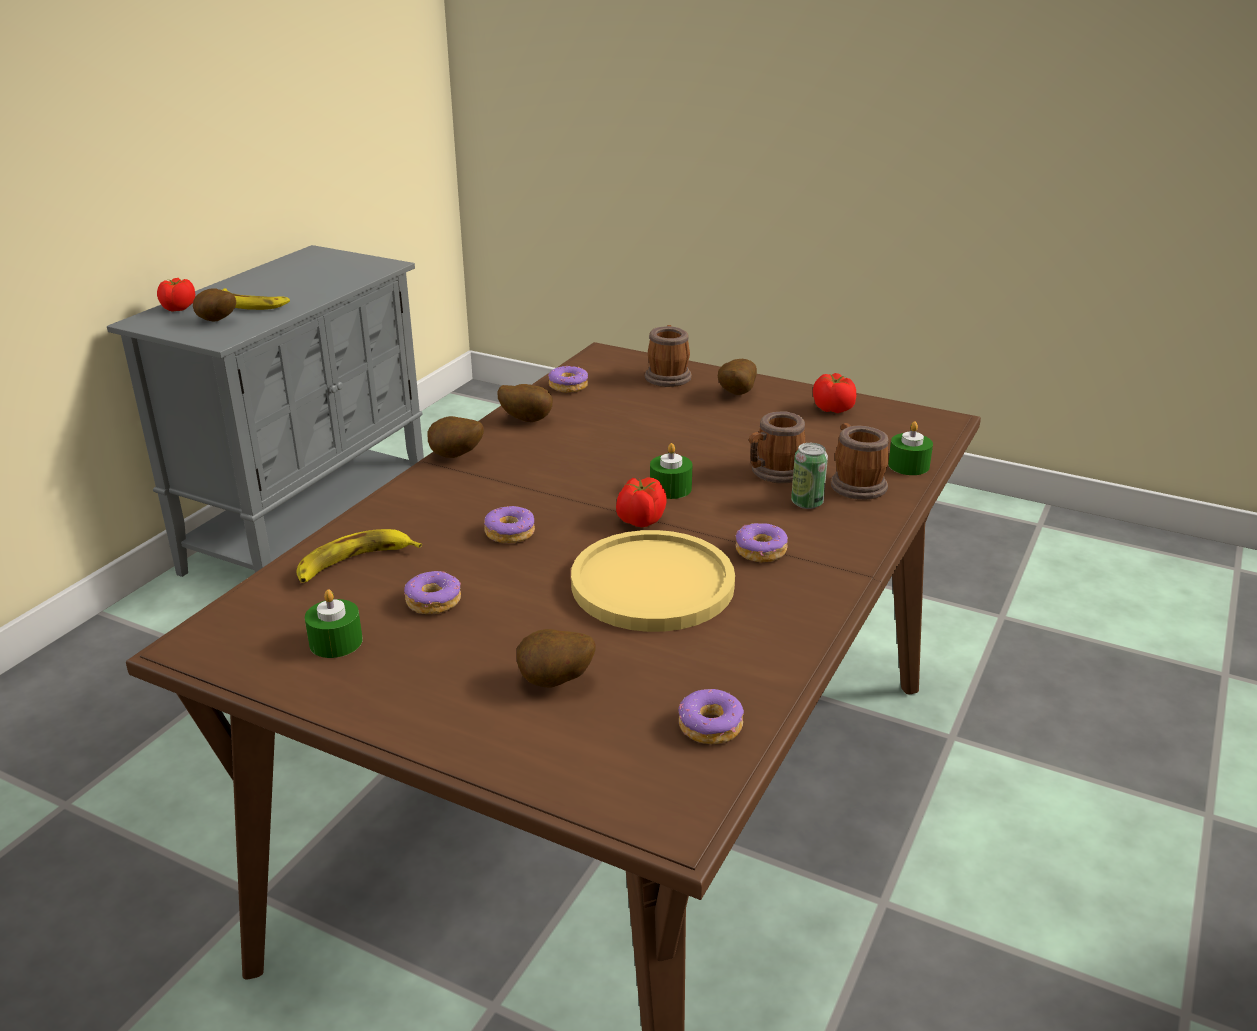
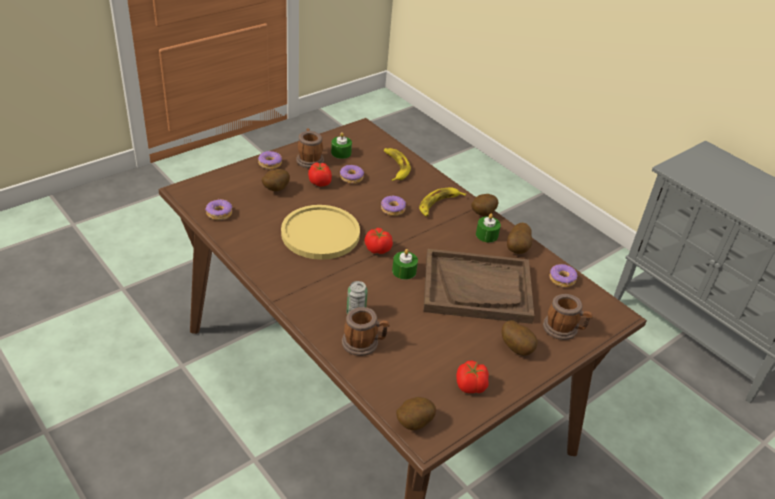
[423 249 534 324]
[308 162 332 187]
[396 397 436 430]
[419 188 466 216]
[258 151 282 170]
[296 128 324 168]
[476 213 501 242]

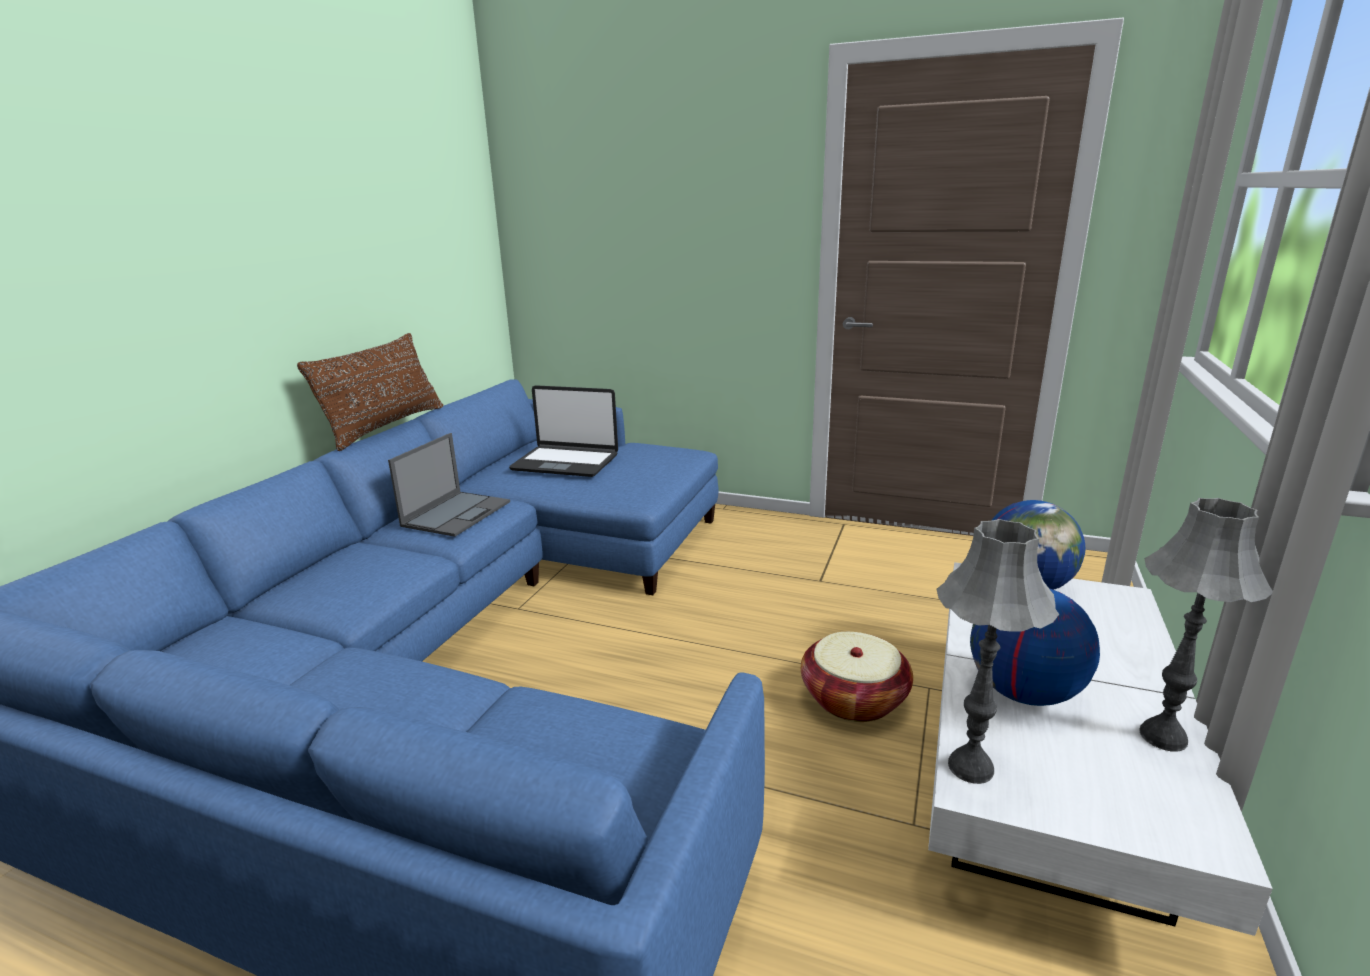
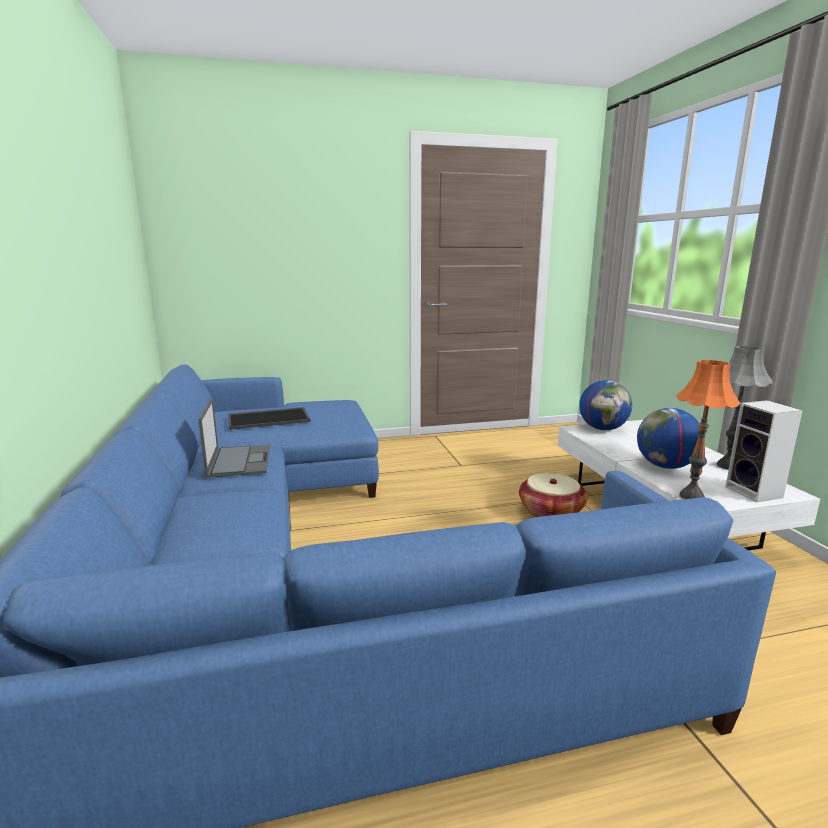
[297 333 443 451] (first image)
[726 400 803 502]
[228 407 310 430]
[676 360 741 499]

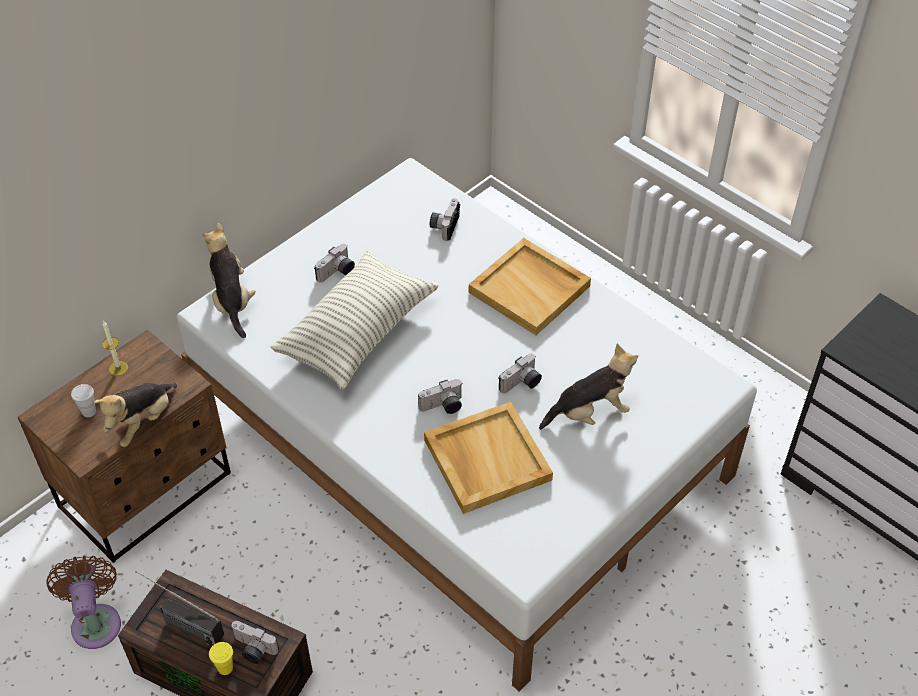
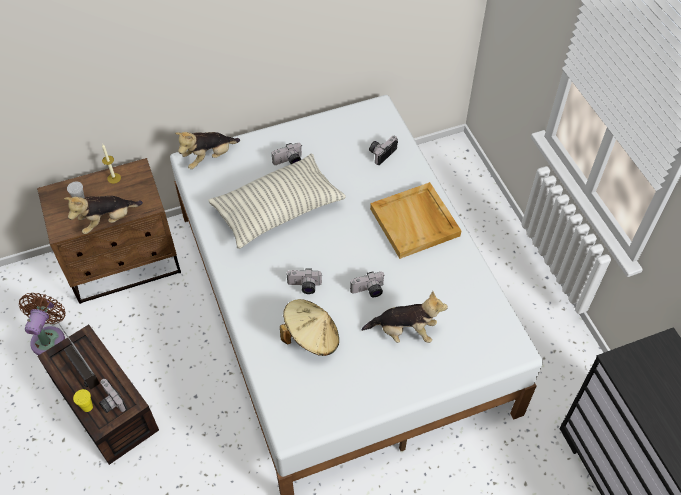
[280 299 339 356]
[175 132 240 169]

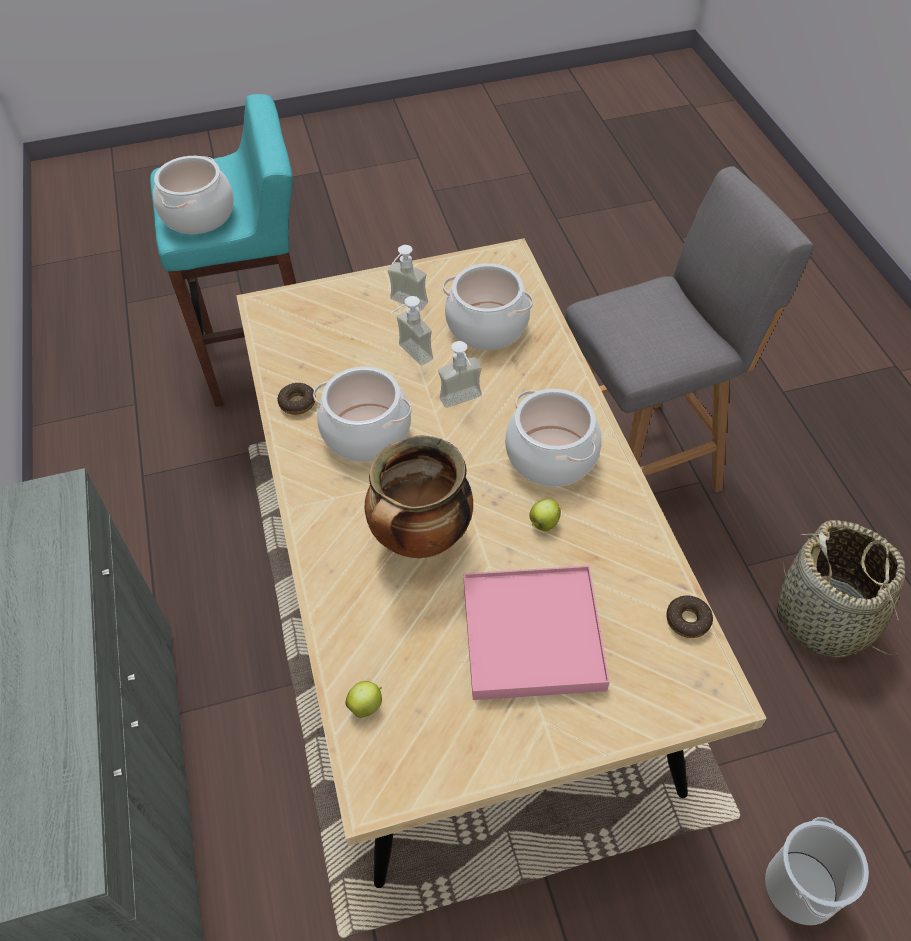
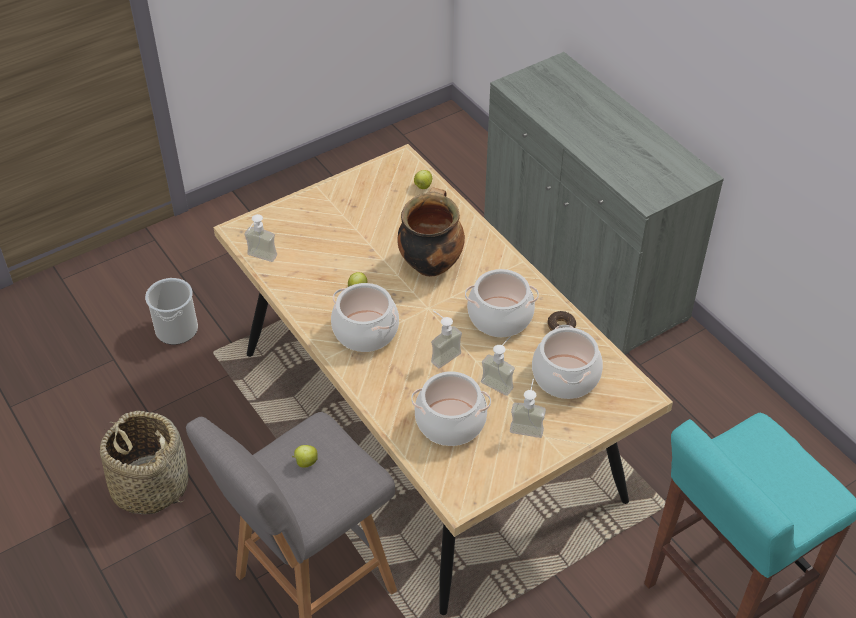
[464 566 610 700] (first image)
[292 445 318 468]
[532 325 603 399]
[244 214 277 262]

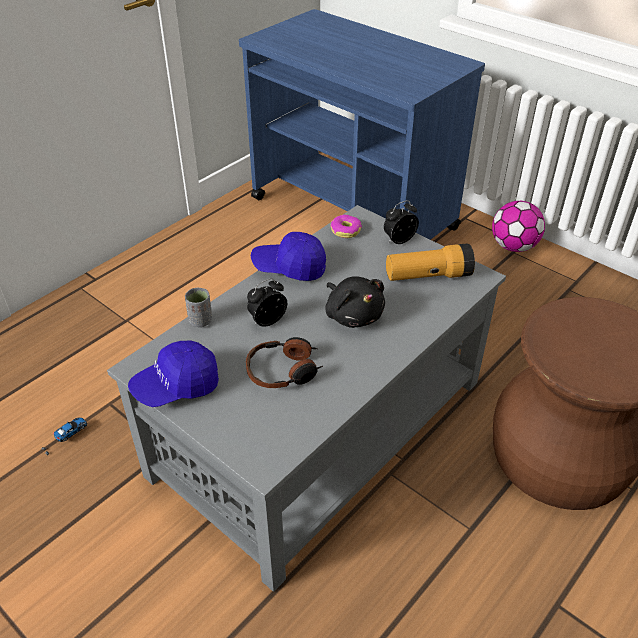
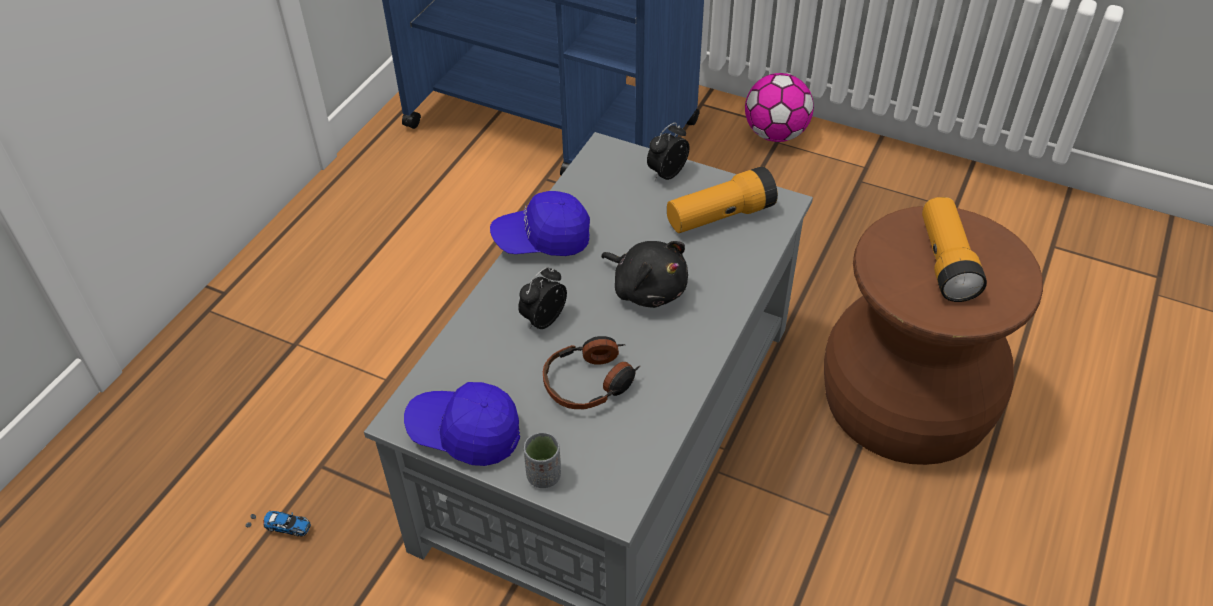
[330 215 362 238] (first image)
[922 197 987 302]
[524 432 561 488]
[245 511 311 536]
[404 382 520 466]

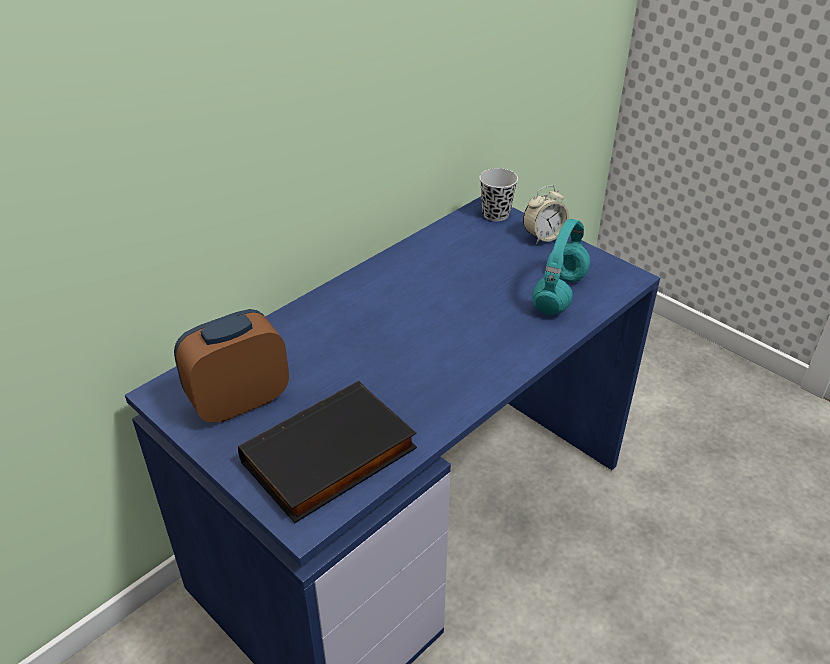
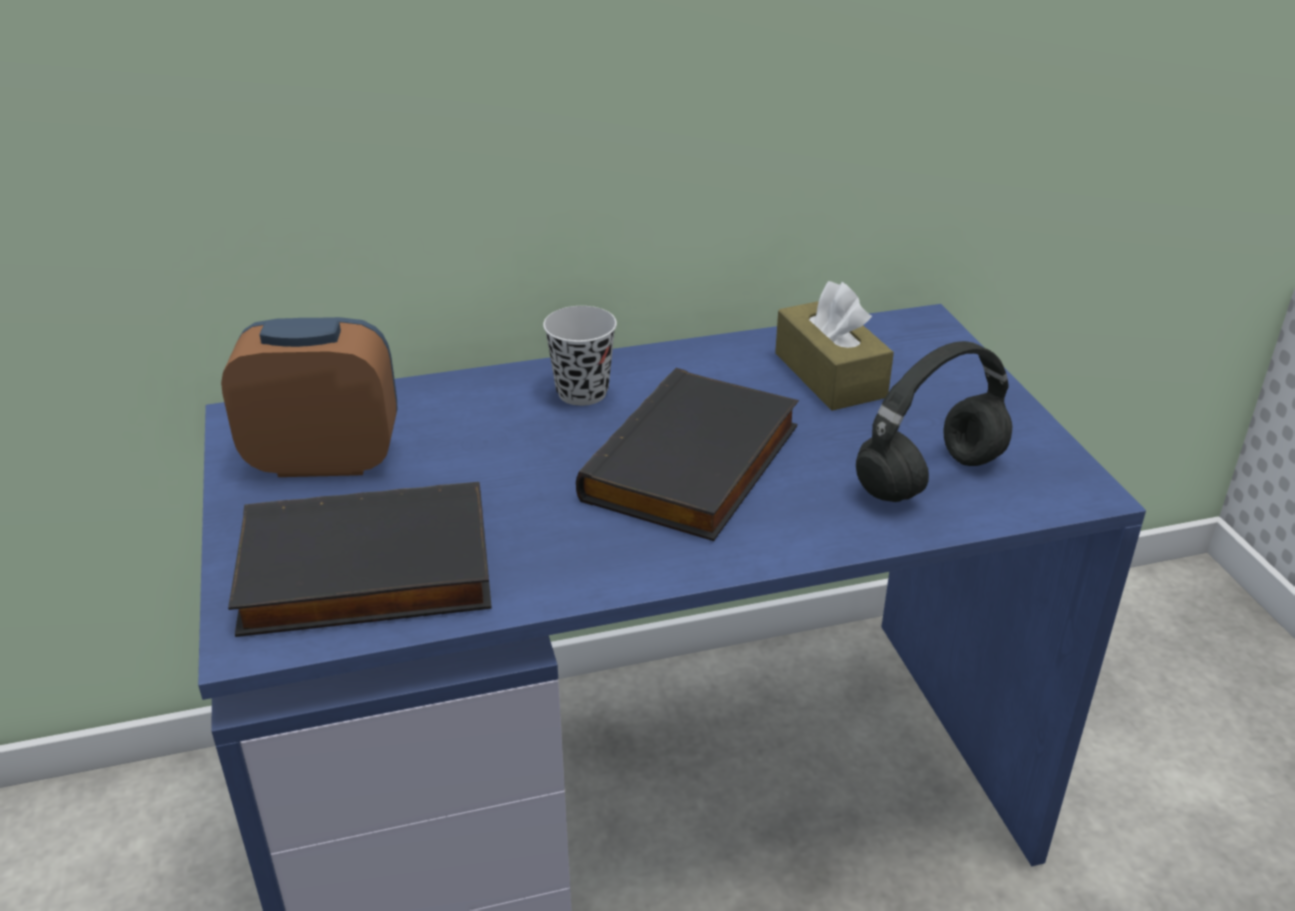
[523 185 569 244] (first image)
[576 368 799 541]
[775 281 894 411]
[543 306 617 406]
[856 341 1012 502]

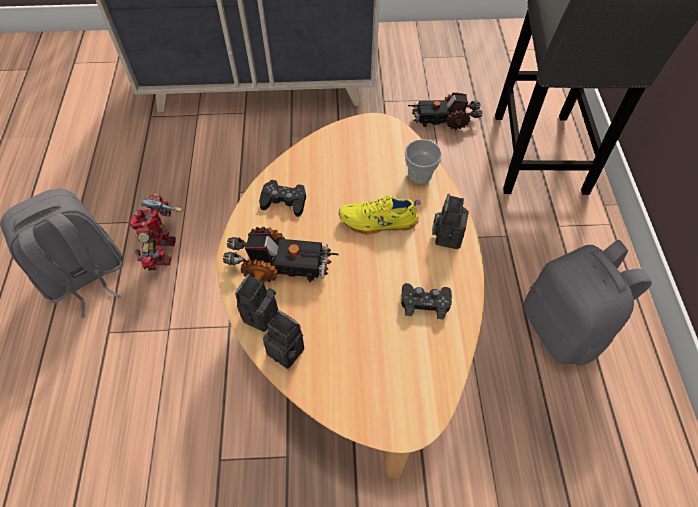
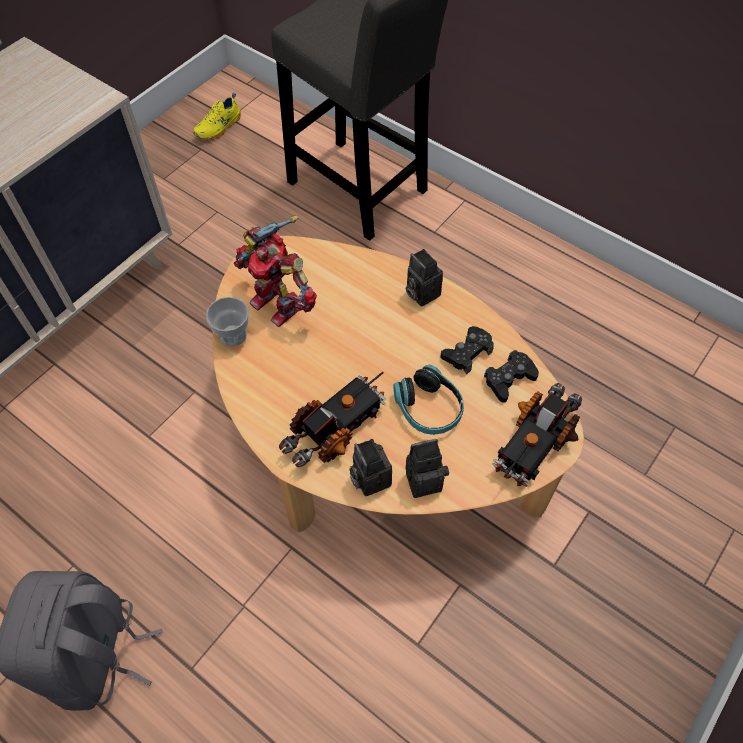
[523 240 652 366] (first image)
[394 365 464 435]
[234 215 317 327]
[484 350 539 403]
[193 93 241 140]
[206 297 249 347]
[492 383 582 487]

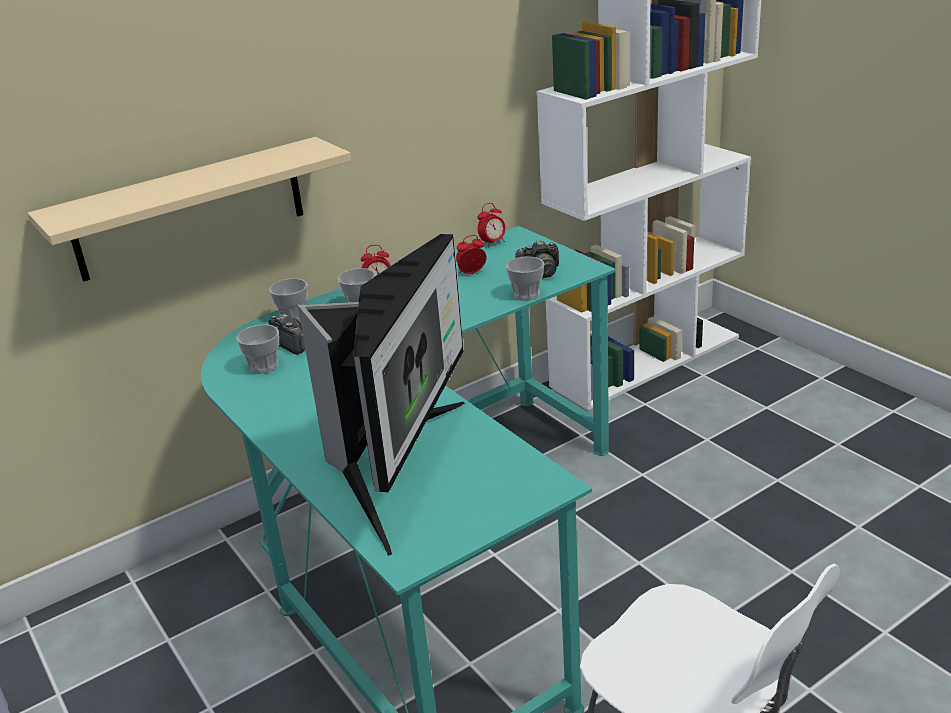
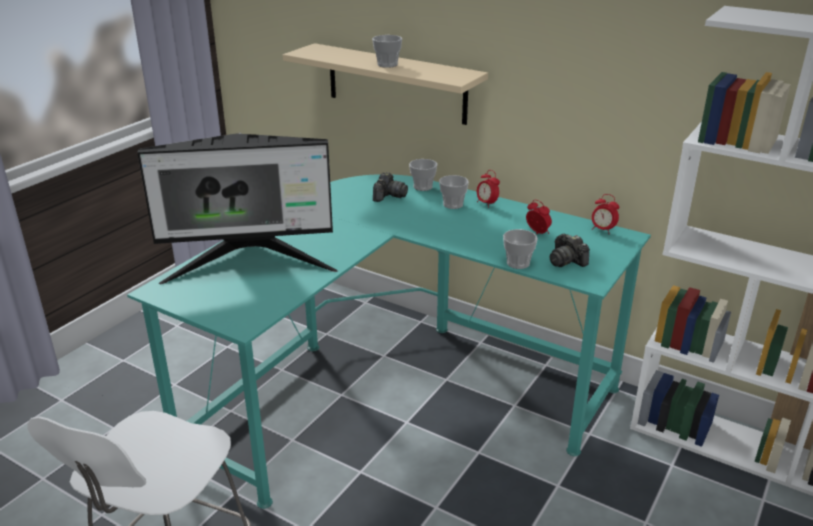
[372 35 402 68]

